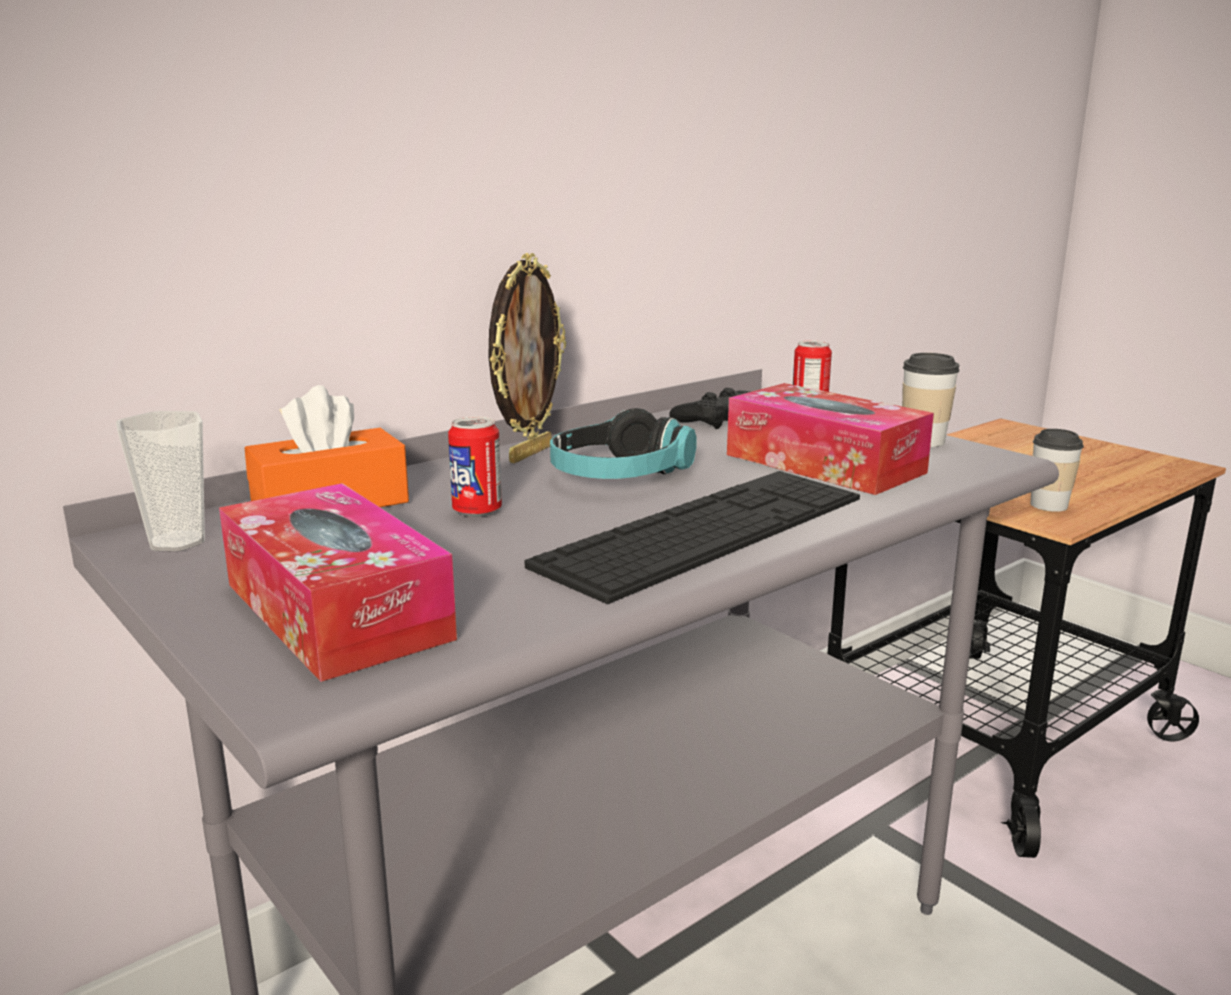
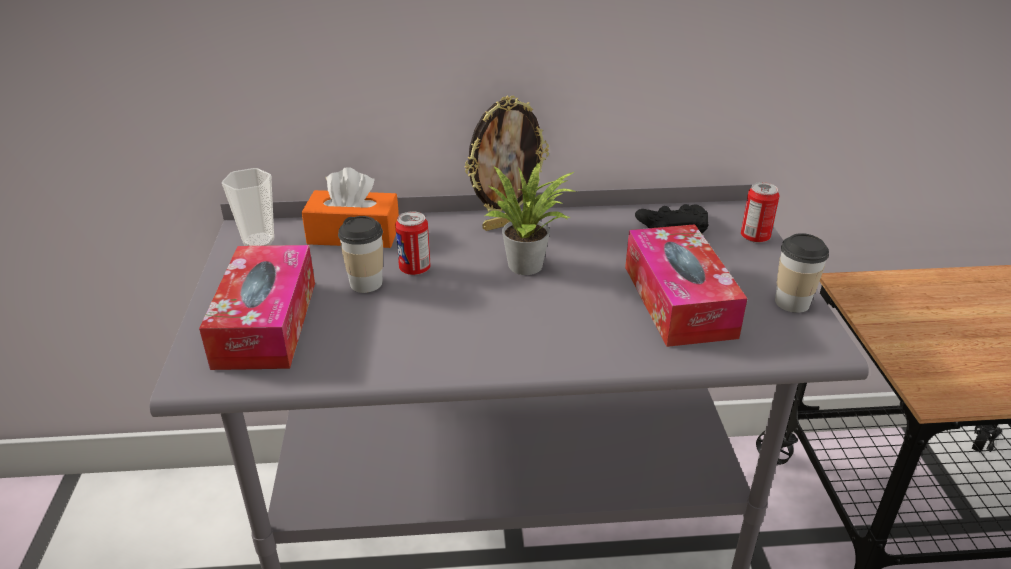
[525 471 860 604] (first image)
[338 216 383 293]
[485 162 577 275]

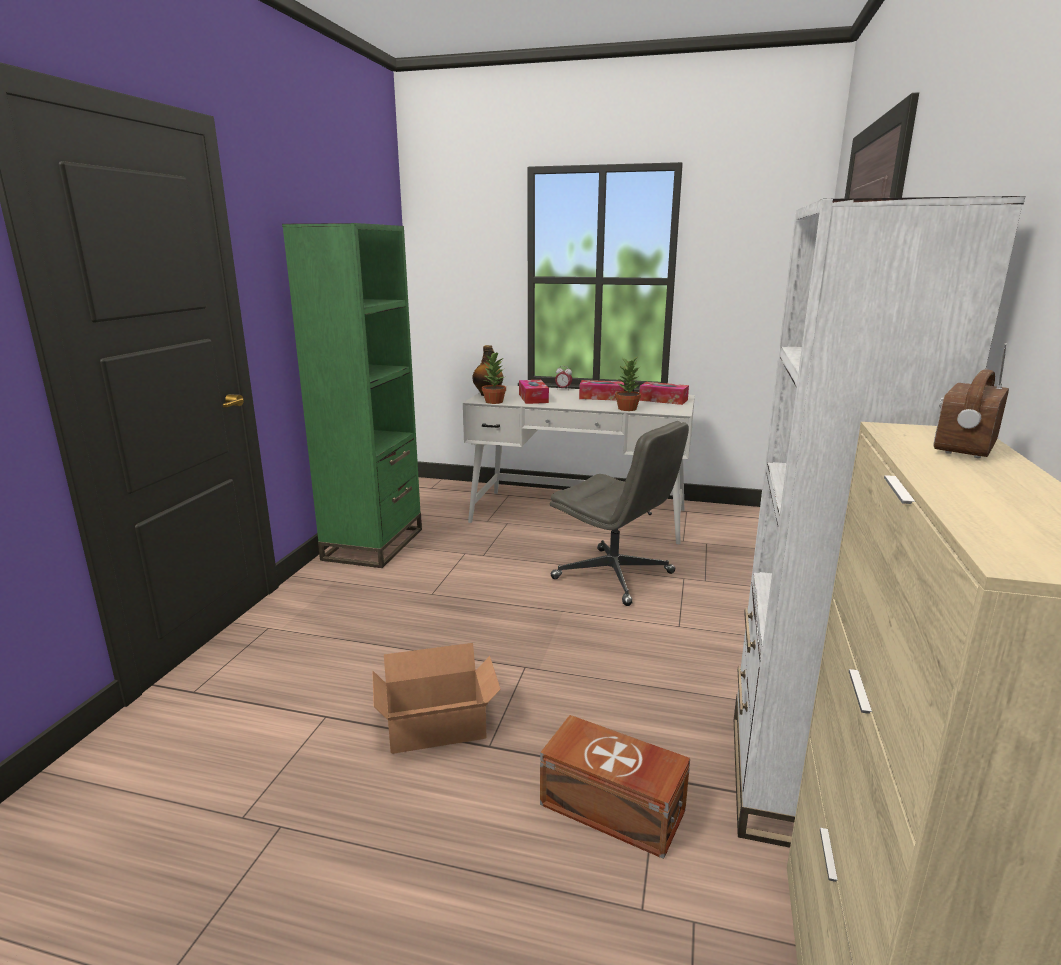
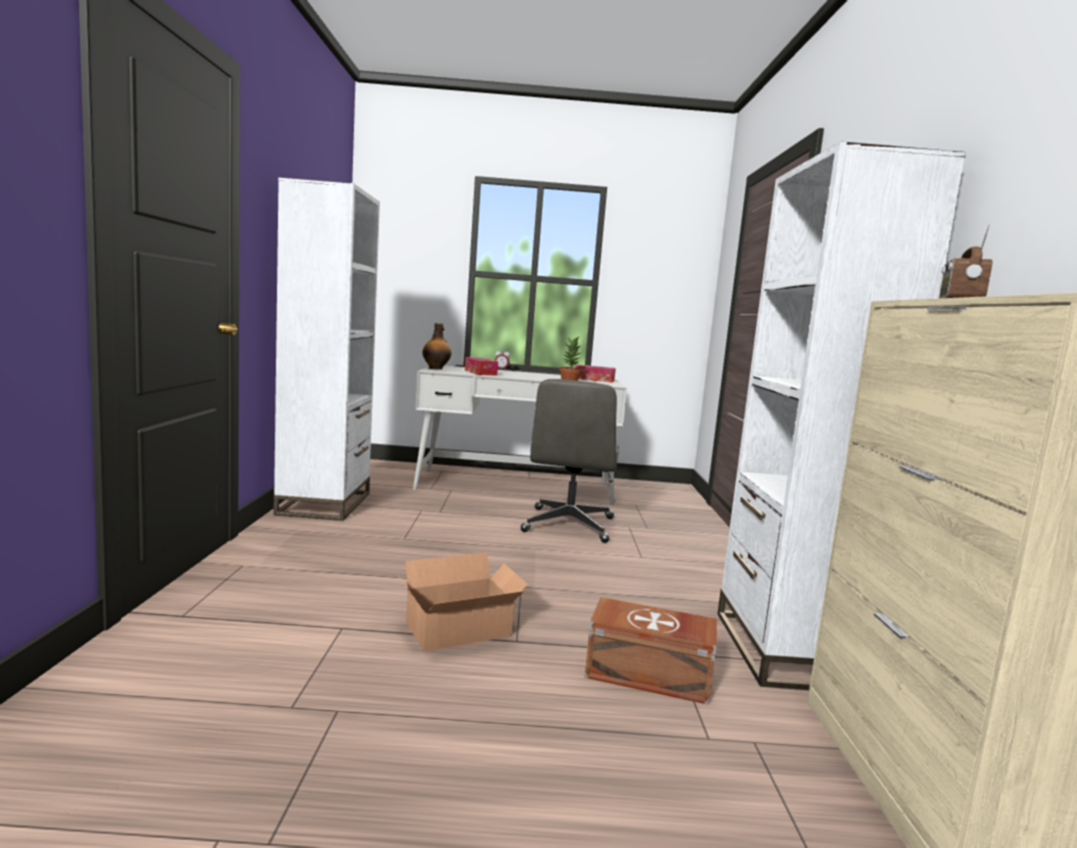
[482 352 506 404] (first image)
[579 380 625 401] (first image)
[273 177 380 521]
[521 379 619 543]

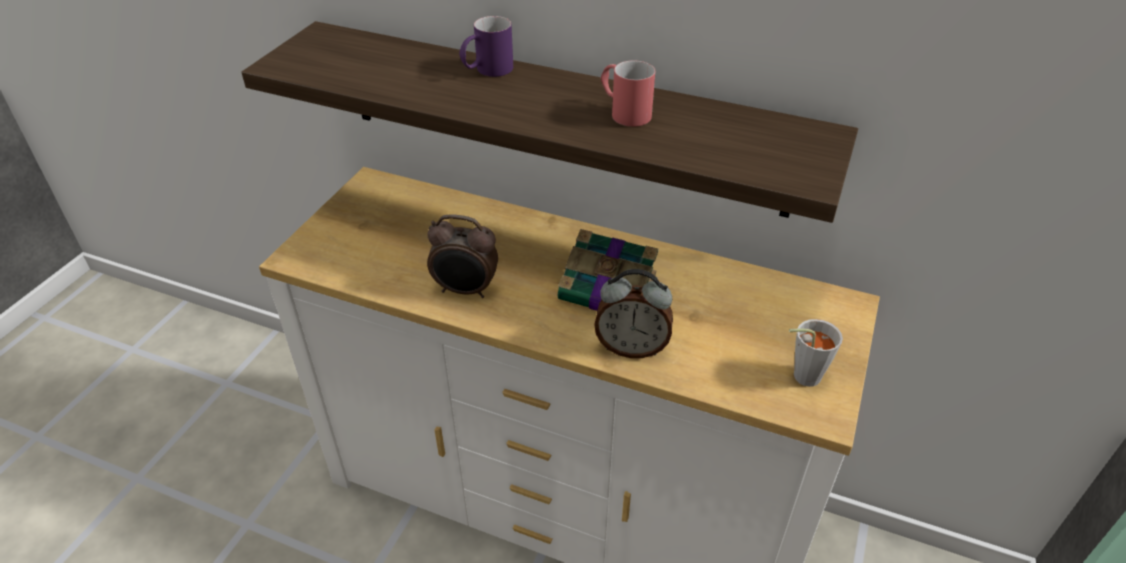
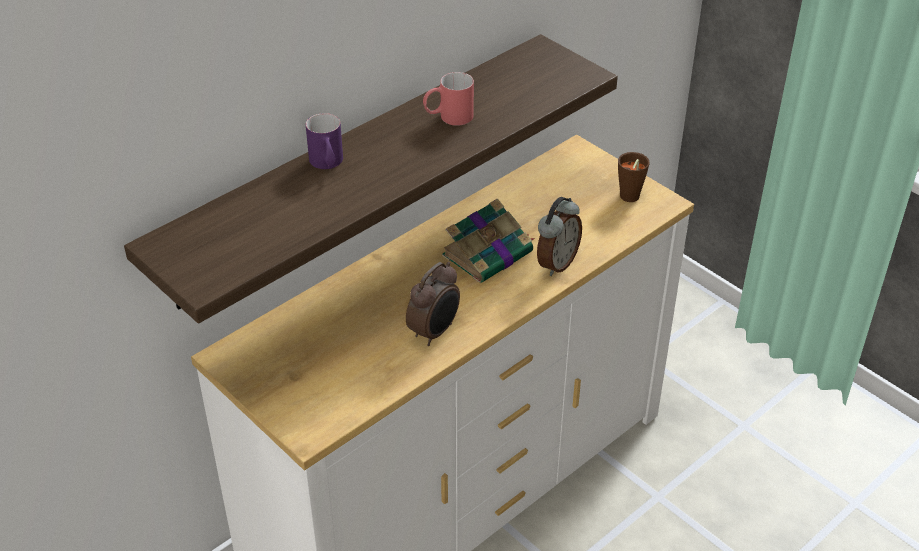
[618 152 650 202]

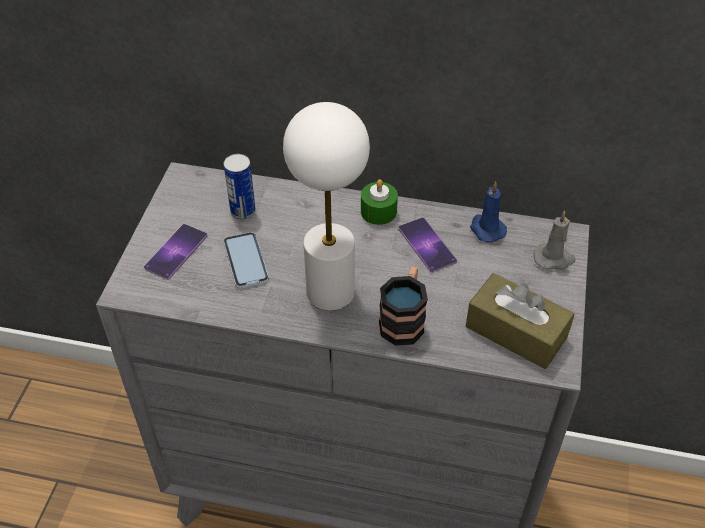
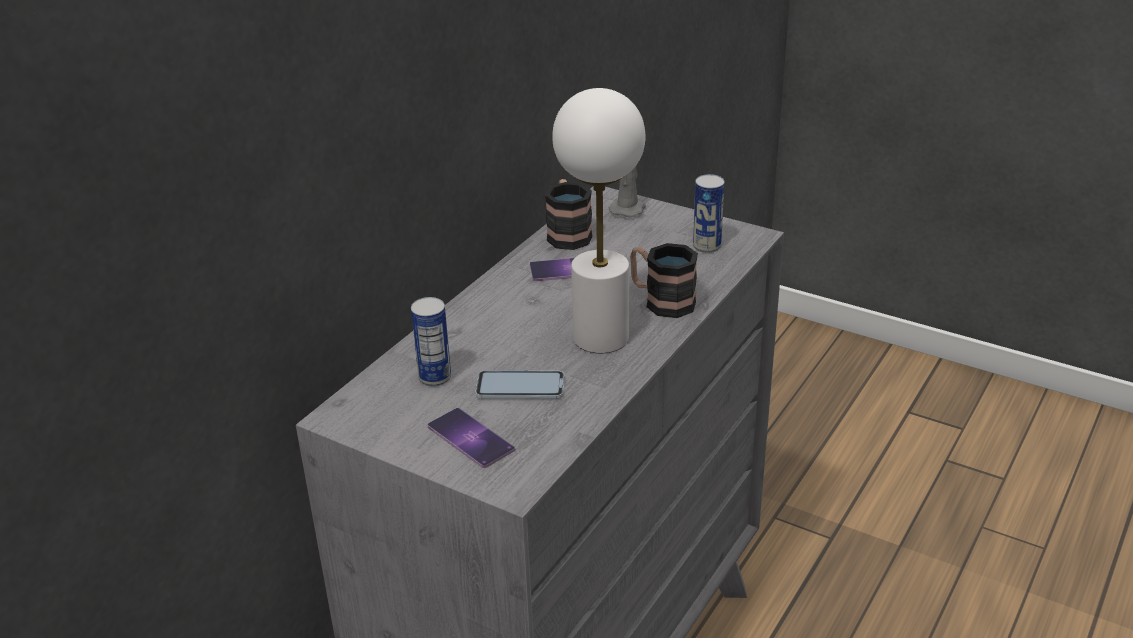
[361 179 398 225] (first image)
[693 174 725 253]
[545 179 592 250]

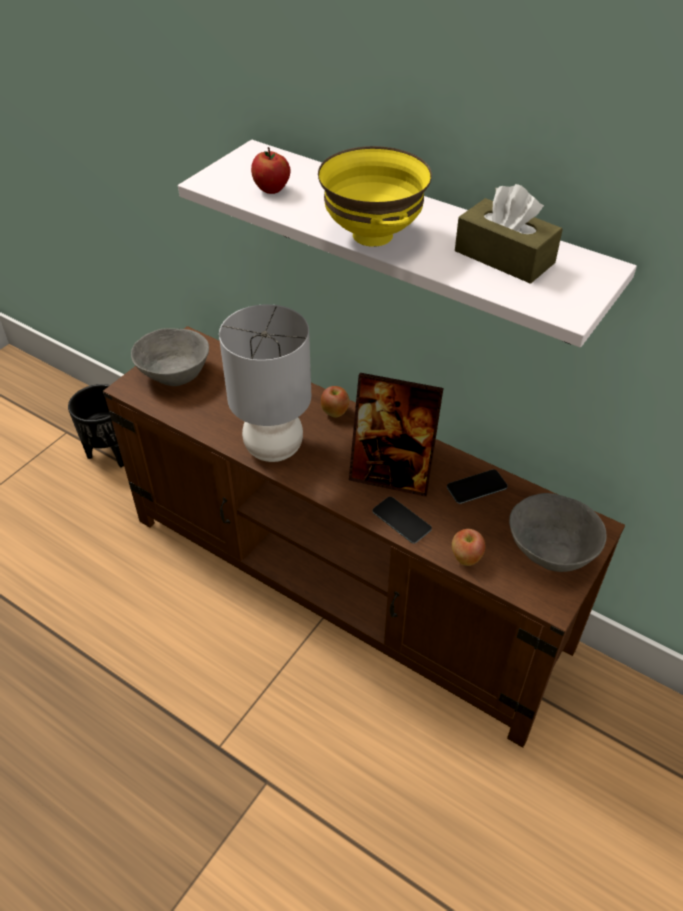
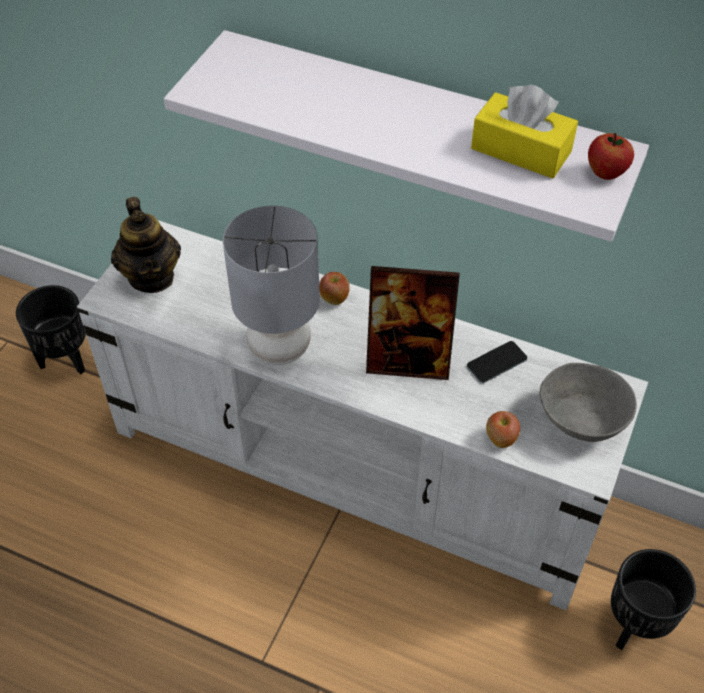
[318 146 432 247] (first image)
[373 497 432 543] (first image)
[611 549 696 650]
[588 133 634 180]
[111 197 181 293]
[77 220 648 610]
[471 84 578 179]

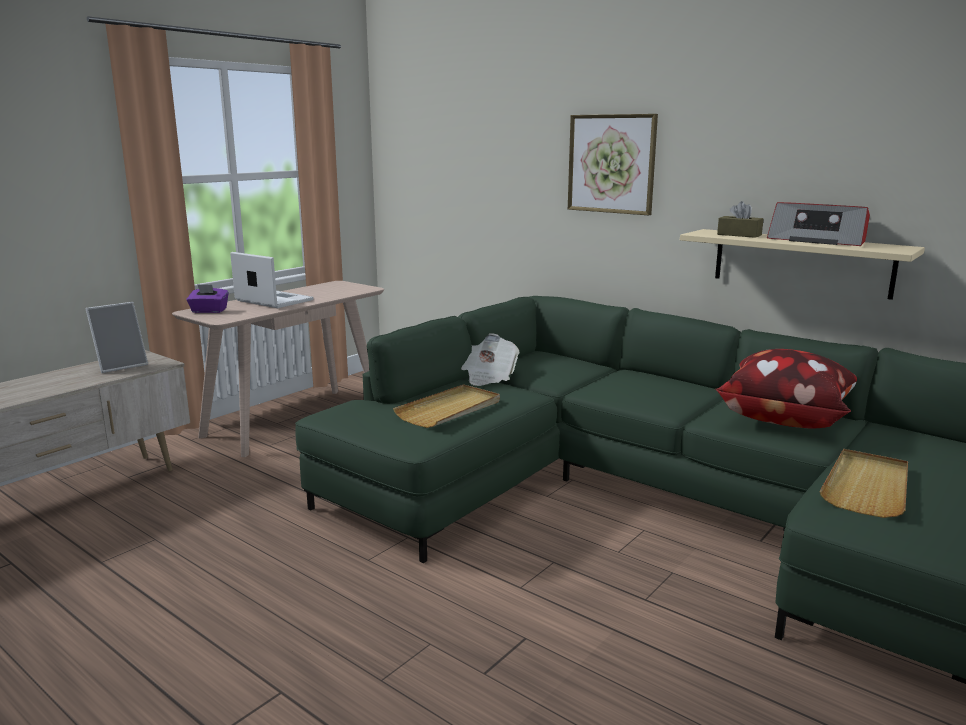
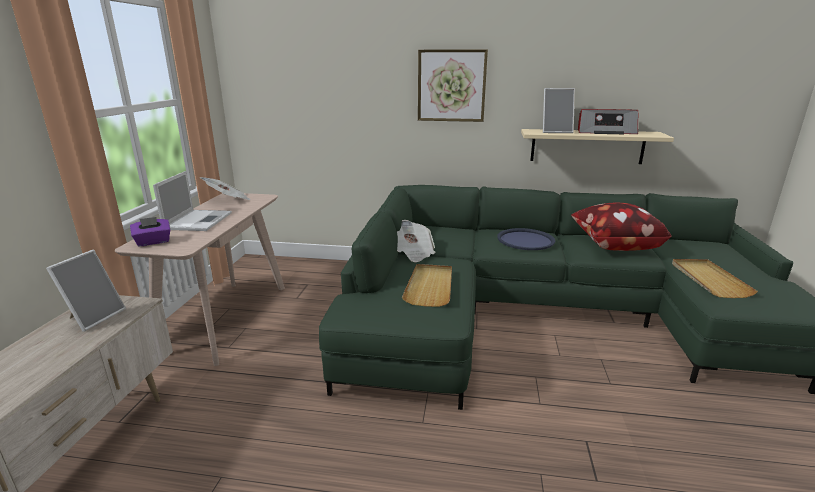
[200 177 251 200]
[497 228 555 250]
[543 88 575 133]
[153 171 232 231]

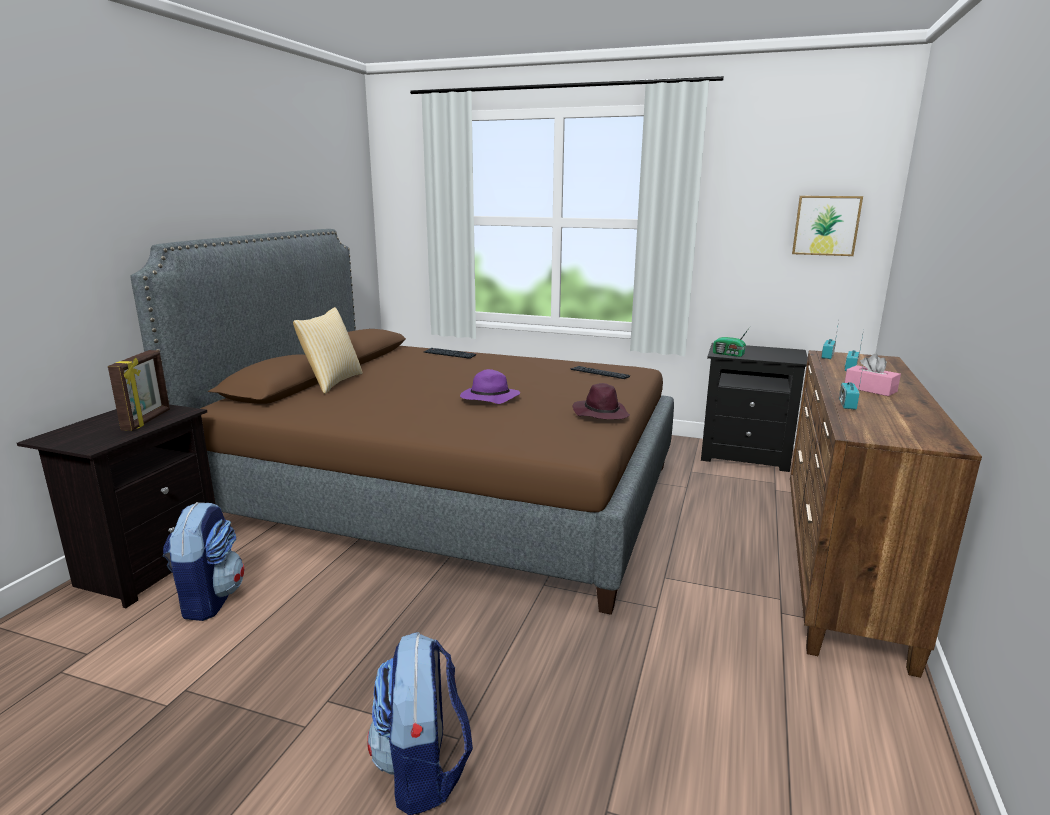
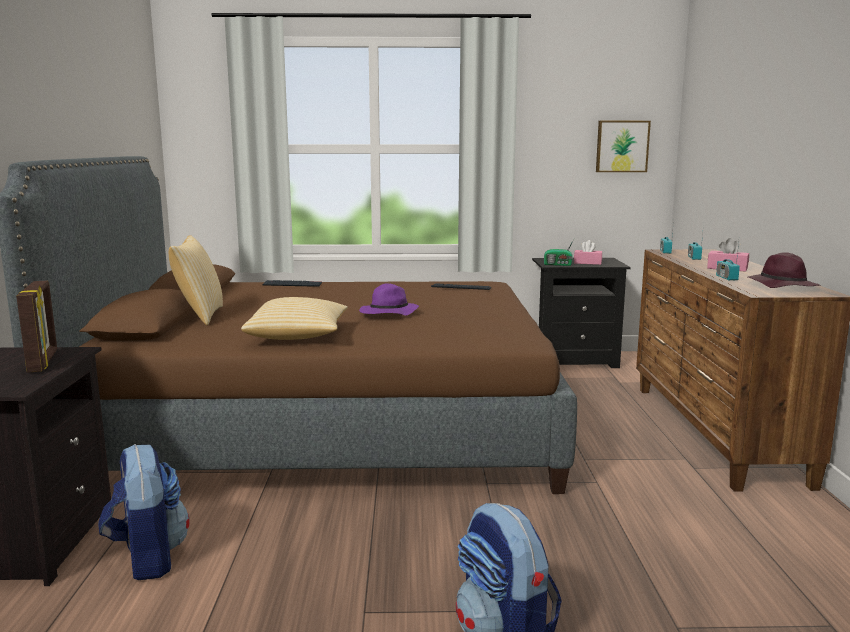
[241 297 348 340]
[574 240 602 265]
[747 252 821 288]

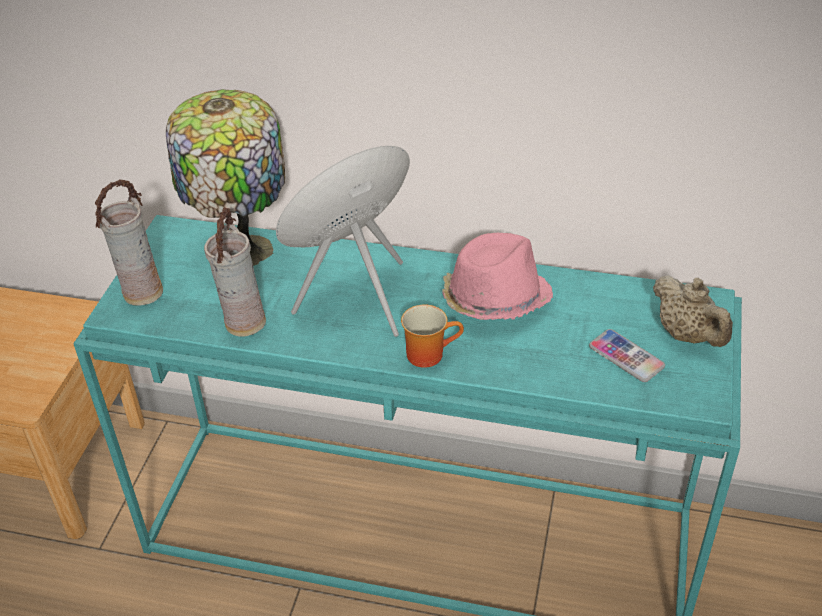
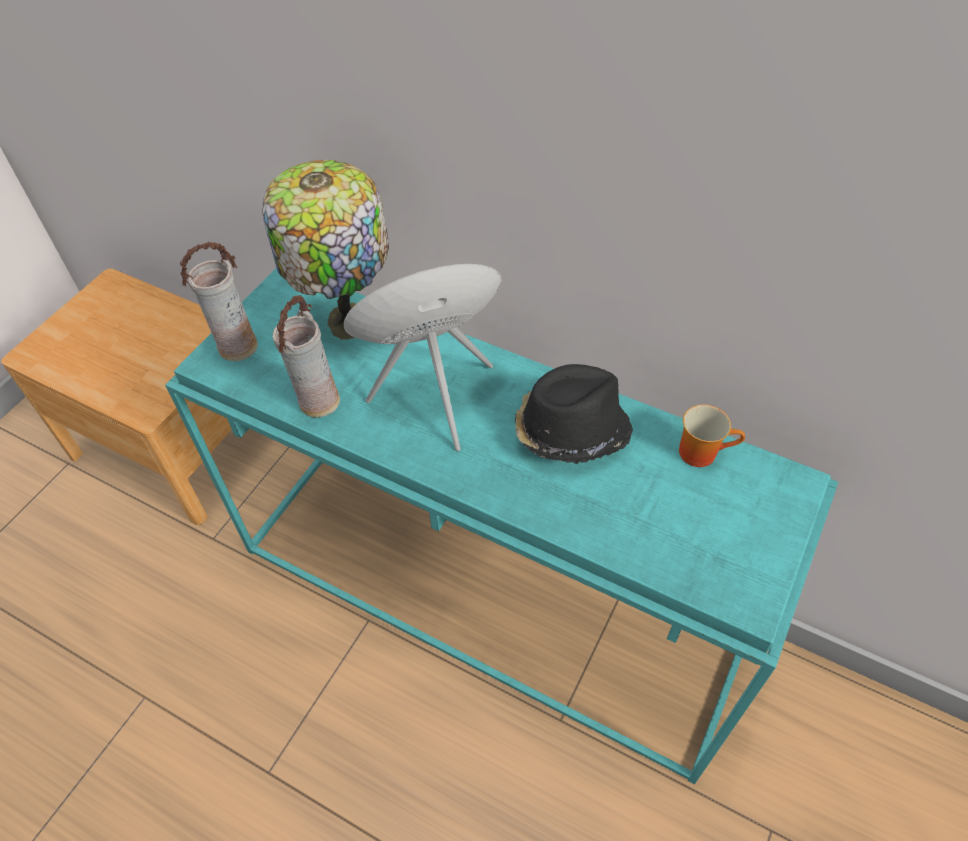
[589 329 665 382] (first image)
[653 275 733 347] (first image)
[679 404 745 467]
[515 364 633 464]

